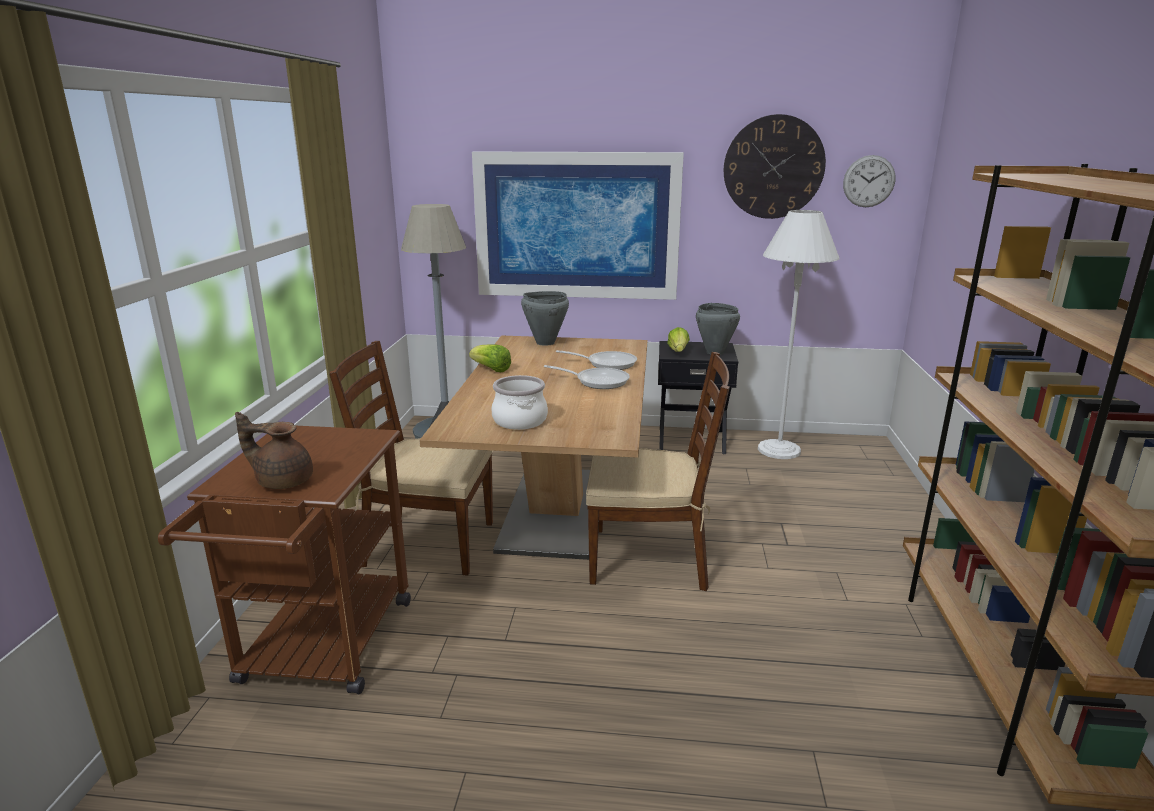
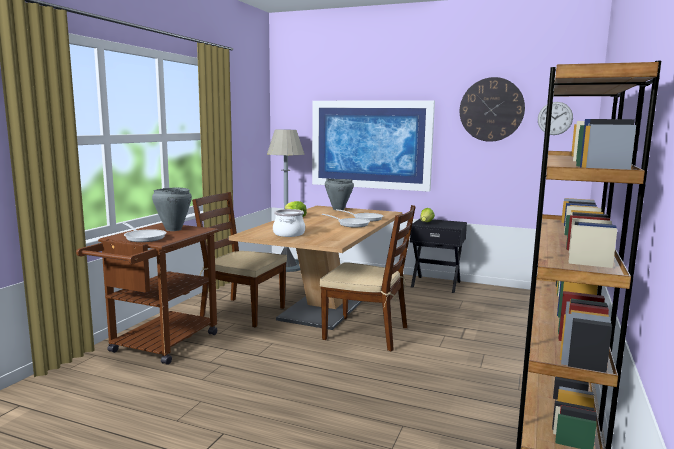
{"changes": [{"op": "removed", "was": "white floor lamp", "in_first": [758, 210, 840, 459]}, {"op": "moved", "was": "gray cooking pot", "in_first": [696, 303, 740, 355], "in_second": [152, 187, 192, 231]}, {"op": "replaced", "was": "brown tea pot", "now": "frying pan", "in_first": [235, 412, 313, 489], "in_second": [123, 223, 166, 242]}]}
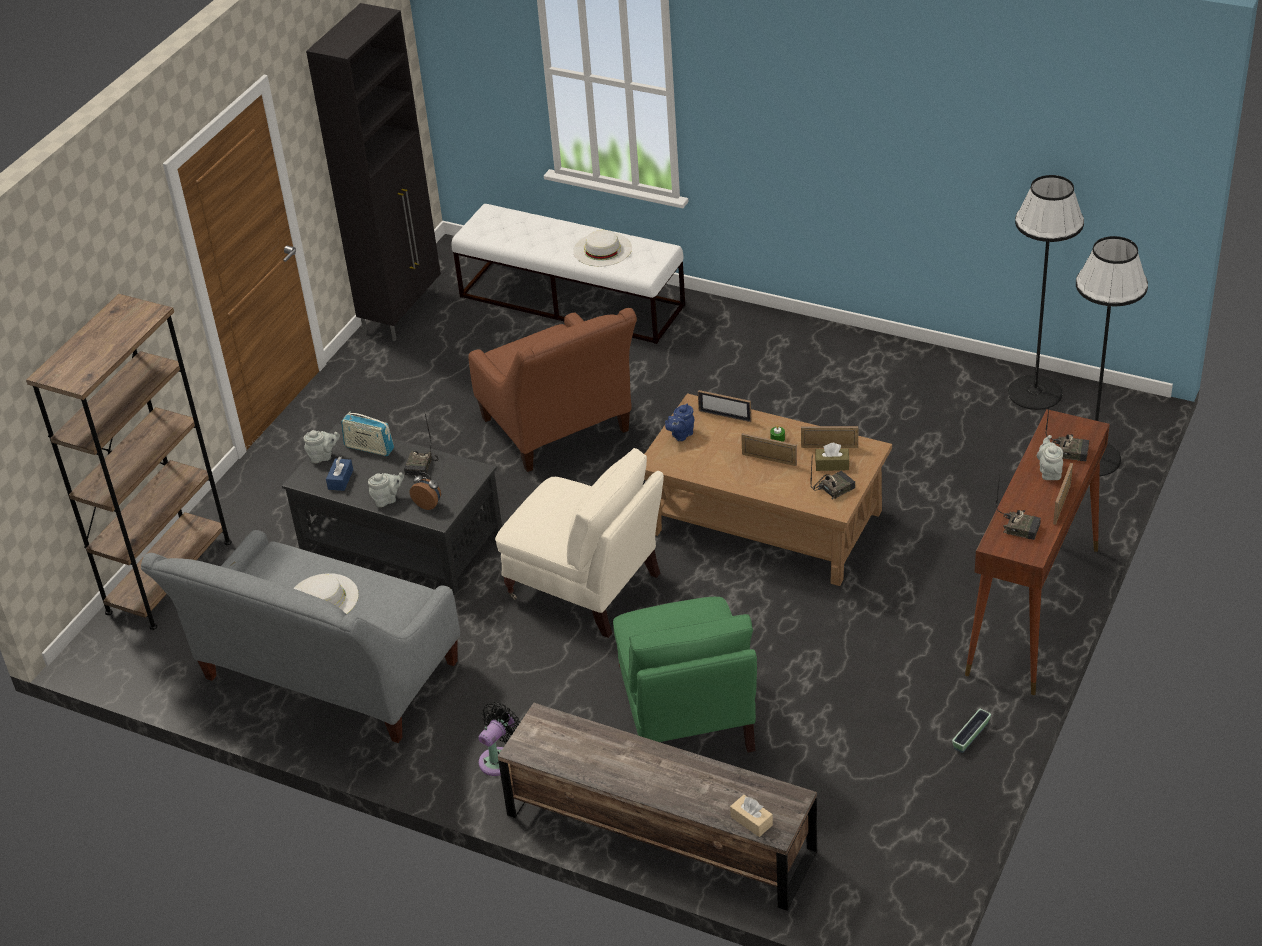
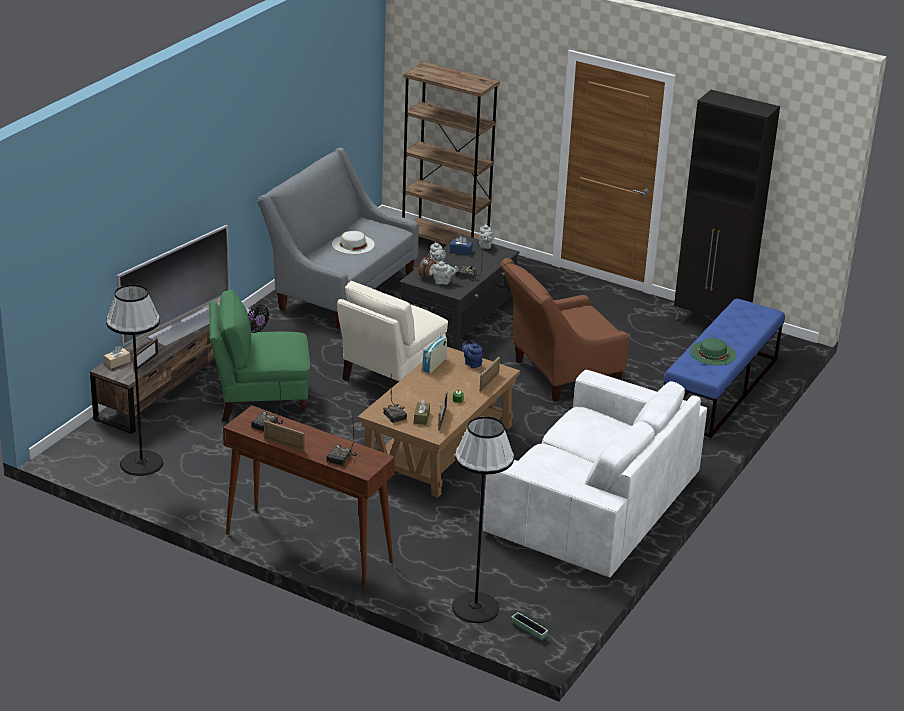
{"changes": [{"op": "moved", "was": "black-coloured floor lamp", "in_first": [1008, 175, 1084, 410], "in_second": [106, 284, 164, 476]}, {"op": "recoloured", "was": "white bench", "now": "blue-coloured bench", "in_first": [452, 204, 685, 344], "in_second": [664, 298, 785, 438]}, {"op": "recoloured", "was": "white clothing hat", "now": "greenish clothing hat", "in_first": [573, 230, 632, 267], "in_second": [689, 338, 736, 365]}, {"op": "moved", "was": "radio", "in_first": [341, 412, 394, 456], "in_second": [422, 333, 447, 373]}, {"op": "moved", "was": "picture frame", "in_first": [741, 433, 797, 466], "in_second": [133, 338, 159, 373]}, {"op": "moved", "was": "gray tea pot", "in_first": [1037, 435, 1063, 480], "in_second": [433, 261, 458, 284]}, {"op": "moved", "was": "plant pot", "in_first": [952, 709, 991, 753], "in_second": [512, 612, 548, 641]}, {"op": "added", "now": "television", "in_second": [117, 225, 230, 347]}, {"op": "added", "now": "white couch", "in_second": [483, 370, 707, 577]}]}
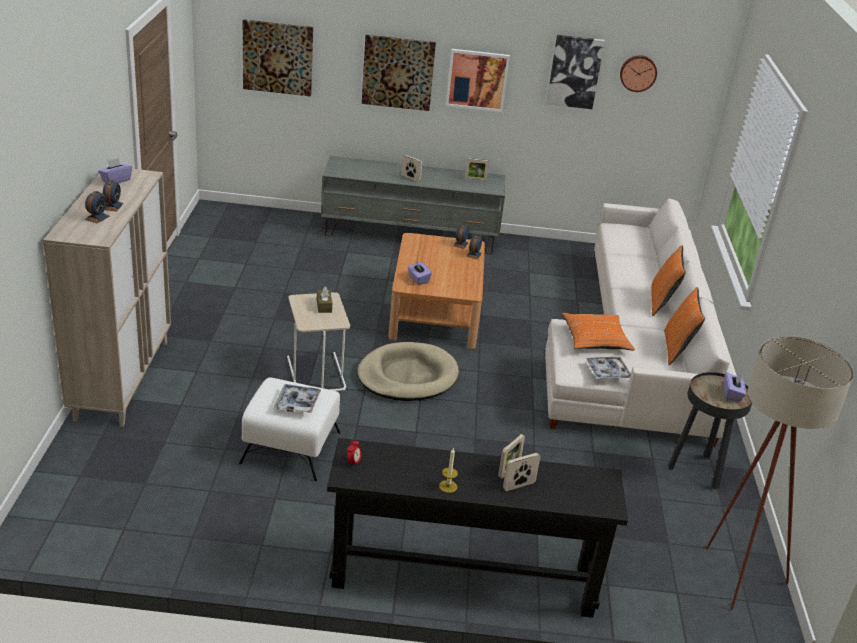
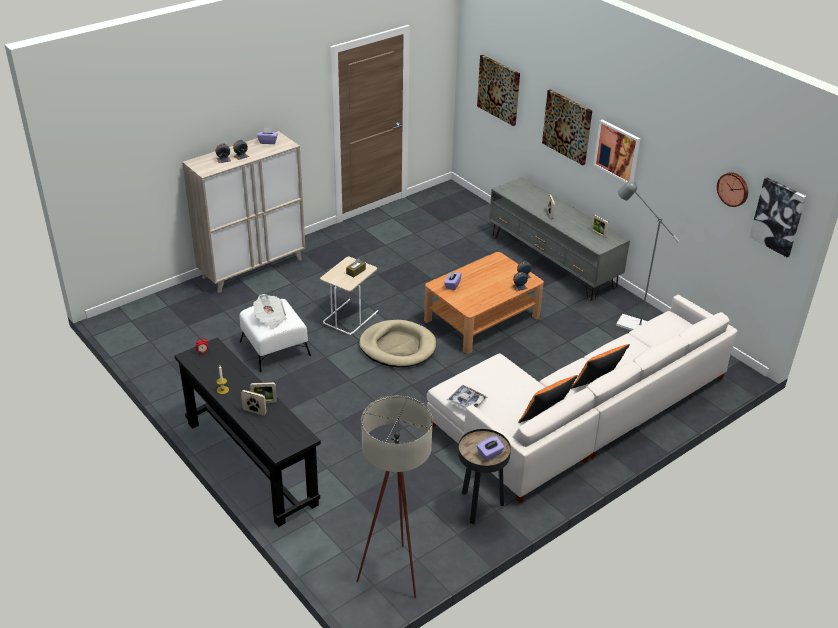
{"changes": [{"op": "moved", "was": "wall art", "in_first": [546, 35, 605, 109], "in_second": [749, 177, 807, 257]}, {"op": "removed", "was": "orange cushion", "in_first": [562, 313, 635, 350]}, {"op": "replaced", "was": "tray", "now": "newspaper", "in_first": [274, 384, 321, 413], "in_second": [253, 294, 287, 329]}, {"op": "added", "now": "gray floor lamp", "in_second": [616, 181, 679, 331]}]}
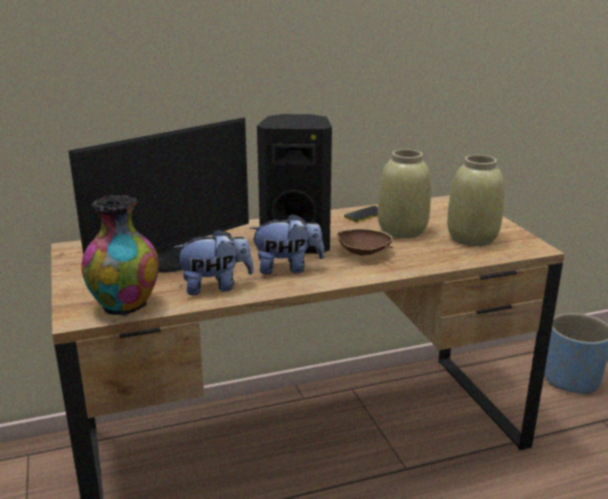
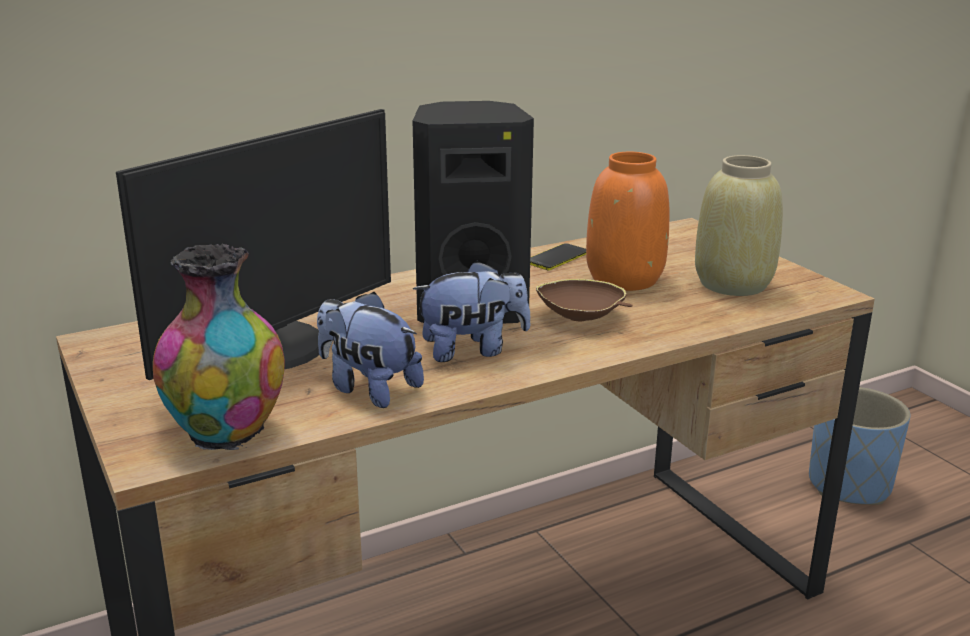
{"changes": [{"op": "recoloured", "was": "beige flower vase", "now": "orange flower vase", "in_first": [378, 149, 431, 238], "in_second": [586, 152, 669, 291]}, {"op": "turned", "was": "soft toy", "in_first": [173, 229, 254, 295], "in_second": [317, 292, 424, 408], "clockwise": -120}]}
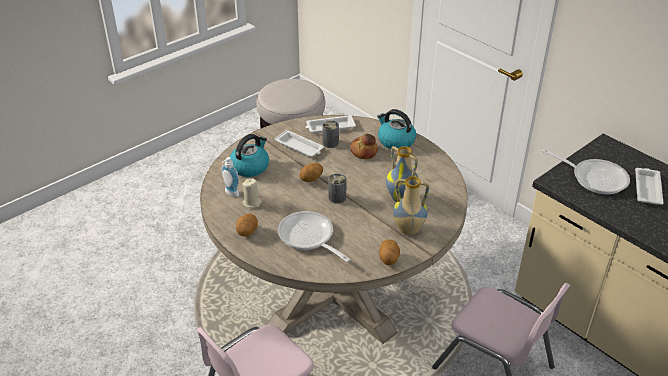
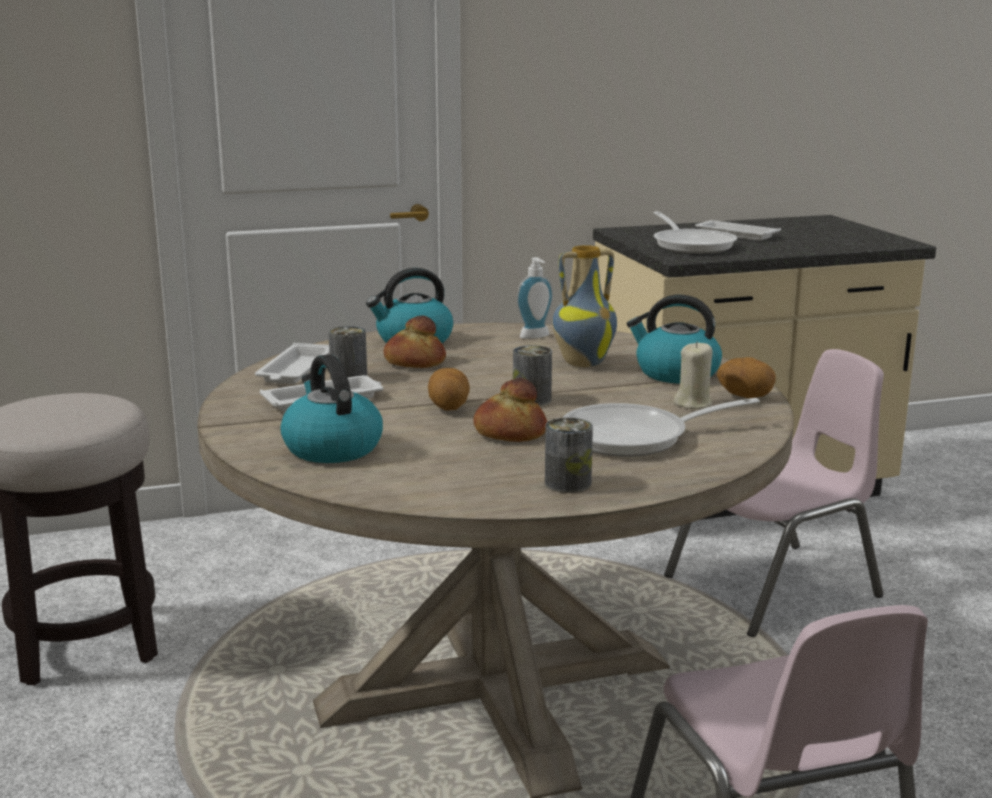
{"changes": [{"op": "turned", "was": "frying pan", "in_first": [542, 149, 630, 195], "in_second": [654, 211, 737, 254], "clockwise": 105}, {"op": "moved", "was": "liquid soap bottle", "in_first": [222, 157, 239, 197], "in_second": [516, 258, 554, 339]}, {"op": "replaced", "was": "flower vase", "now": "kettle", "in_first": [393, 176, 429, 235], "in_second": [627, 295, 722, 384]}, {"op": "moved", "was": "beige candle", "in_first": [242, 178, 262, 208], "in_second": [673, 342, 713, 409]}, {"op": "replaced", "was": "whole potato", "now": "sealed can", "in_first": [236, 213, 258, 237], "in_second": [545, 417, 593, 493]}, {"op": "added", "now": "bakery bread", "in_second": [473, 378, 547, 442]}]}
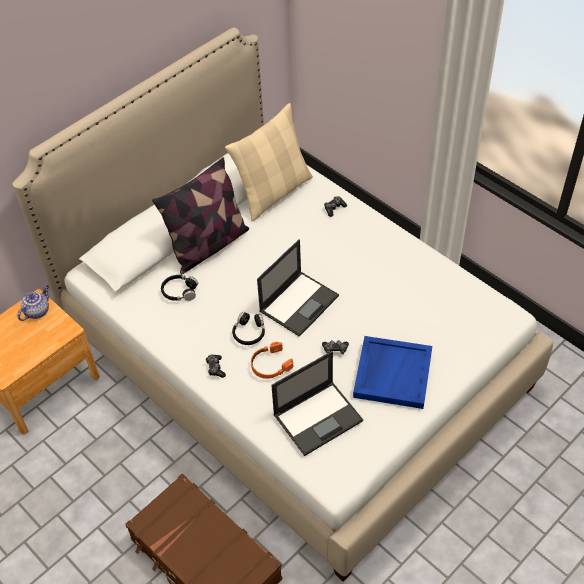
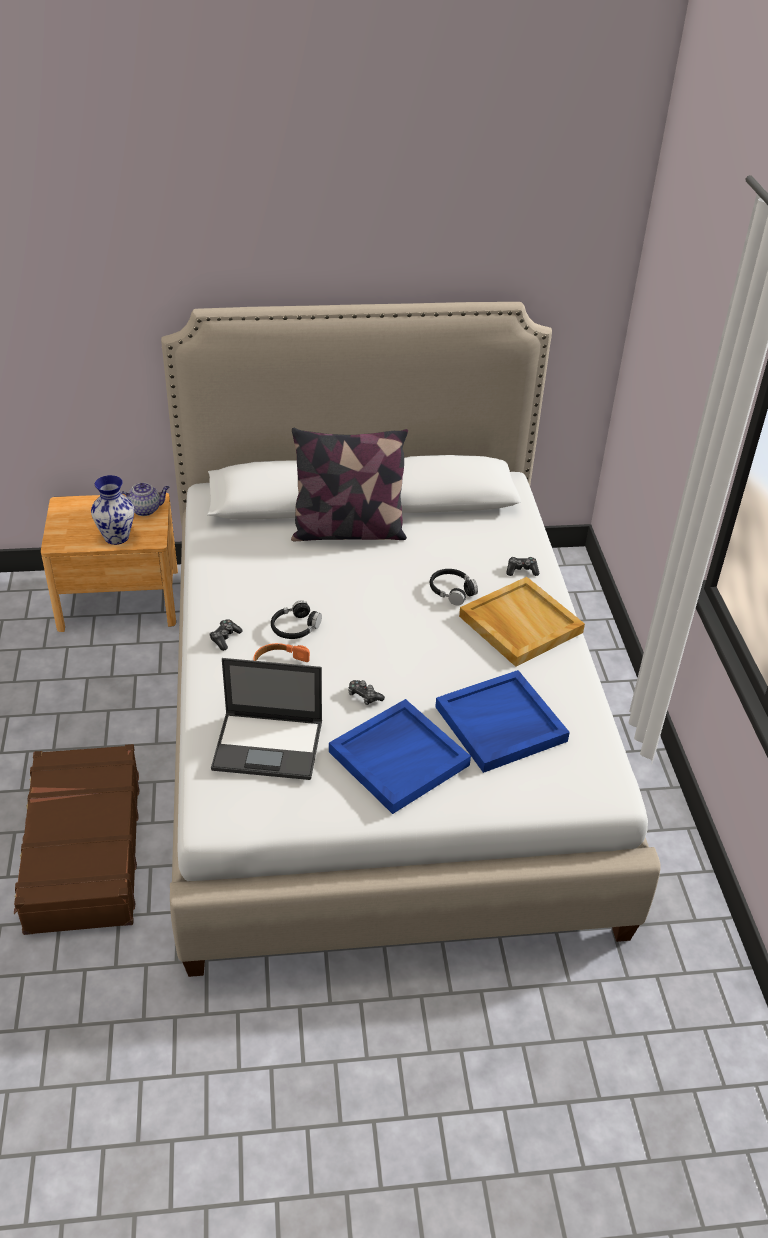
{"changes": [{"op": "removed", "was": "beige cushion", "in_first": [225, 103, 313, 221]}, {"op": "removed", "was": "laptop", "in_first": [257, 239, 339, 337]}, {"op": "moved", "was": "black-coloured headset", "in_first": [161, 275, 198, 301], "in_second": [430, 569, 478, 605]}, {"op": "added", "now": "flower vase", "in_second": [91, 475, 134, 545]}, {"op": "added", "now": "beige tray", "in_second": [459, 577, 585, 667]}, {"op": "added", "now": "blue-coloured tray", "in_second": [435, 670, 570, 773]}]}
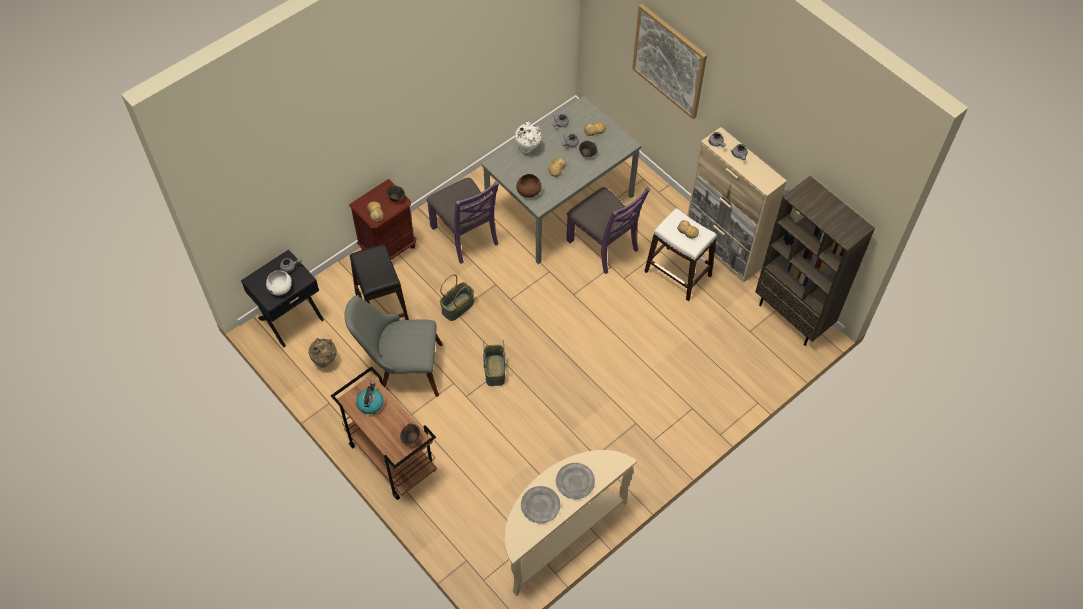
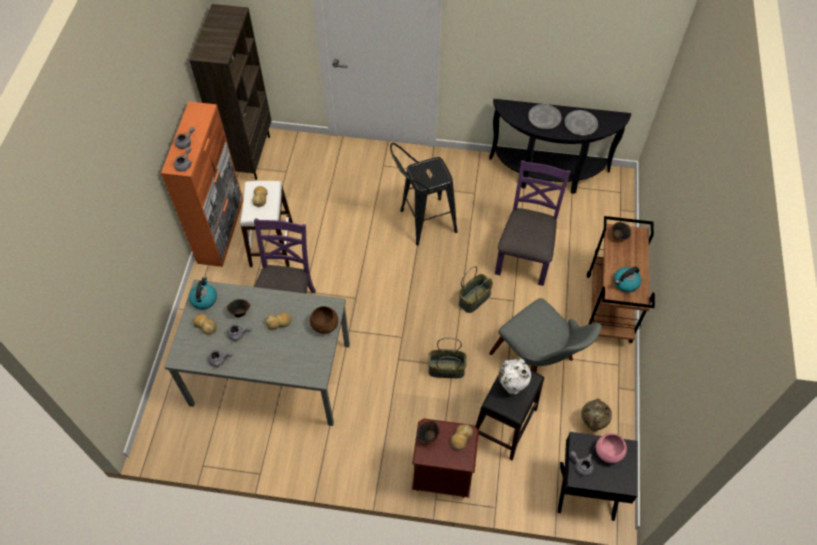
{"changes": [{"op": "removed", "was": "wall art", "in_first": [632, 4, 707, 119]}, {"op": "moved", "was": "white flower vase", "in_first": [515, 122, 542, 153], "in_second": [499, 359, 531, 394]}, {"op": "recoloured", "was": "beige storage cabinet", "now": "orange storage cabinet", "in_first": [687, 127, 787, 283], "in_second": [161, 101, 243, 267]}, {"op": "moved", "was": "purple chair", "in_first": [426, 178, 499, 264], "in_second": [495, 160, 570, 286]}, {"op": "recoloured", "was": "white deep dish", "now": "pinkish deep dish", "in_first": [266, 270, 292, 295], "in_second": [596, 433, 627, 463]}, {"op": "recoloured", "was": "beige narrow table", "now": "black-coloured narrow table", "in_first": [505, 450, 637, 596], "in_second": [489, 99, 631, 194]}, {"op": "added", "now": "black-coloured stool", "in_second": [390, 143, 458, 245]}, {"op": "added", "now": "kettle", "in_second": [189, 277, 217, 309]}]}
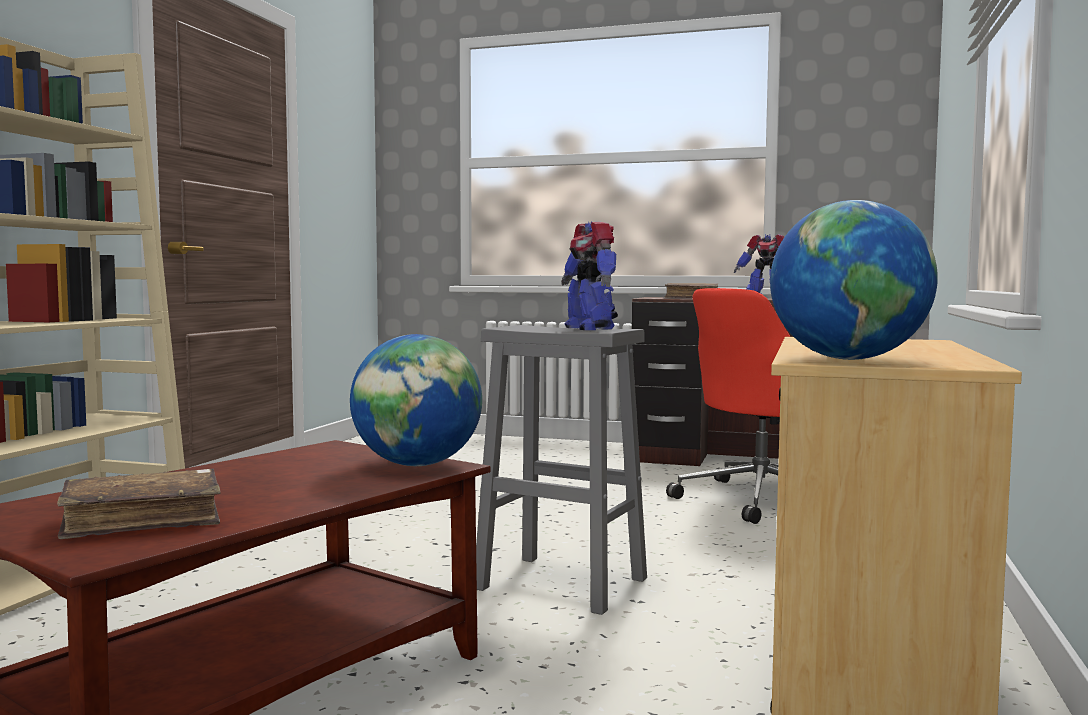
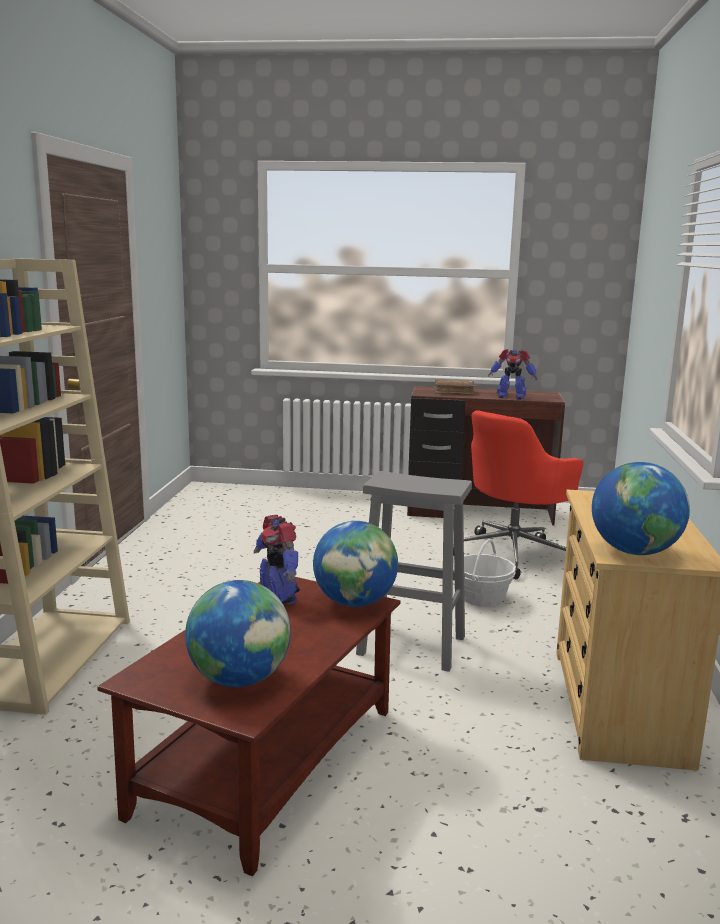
{"changes": [{"op": "moved", "was": "toy robot", "in_first": [561, 221, 618, 330], "in_second": [254, 515, 300, 604]}, {"op": "replaced", "was": "brown volume", "now": "desk globe", "in_first": [57, 469, 221, 539], "in_second": [185, 580, 291, 687]}, {"op": "added", "now": "storage basket", "in_second": [453, 539, 516, 607]}]}
